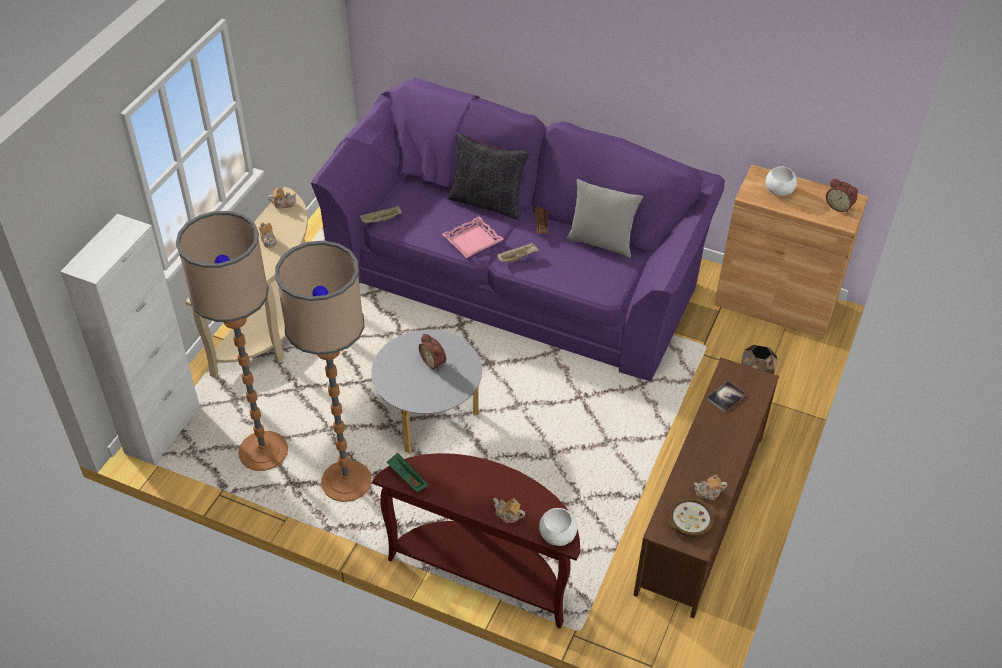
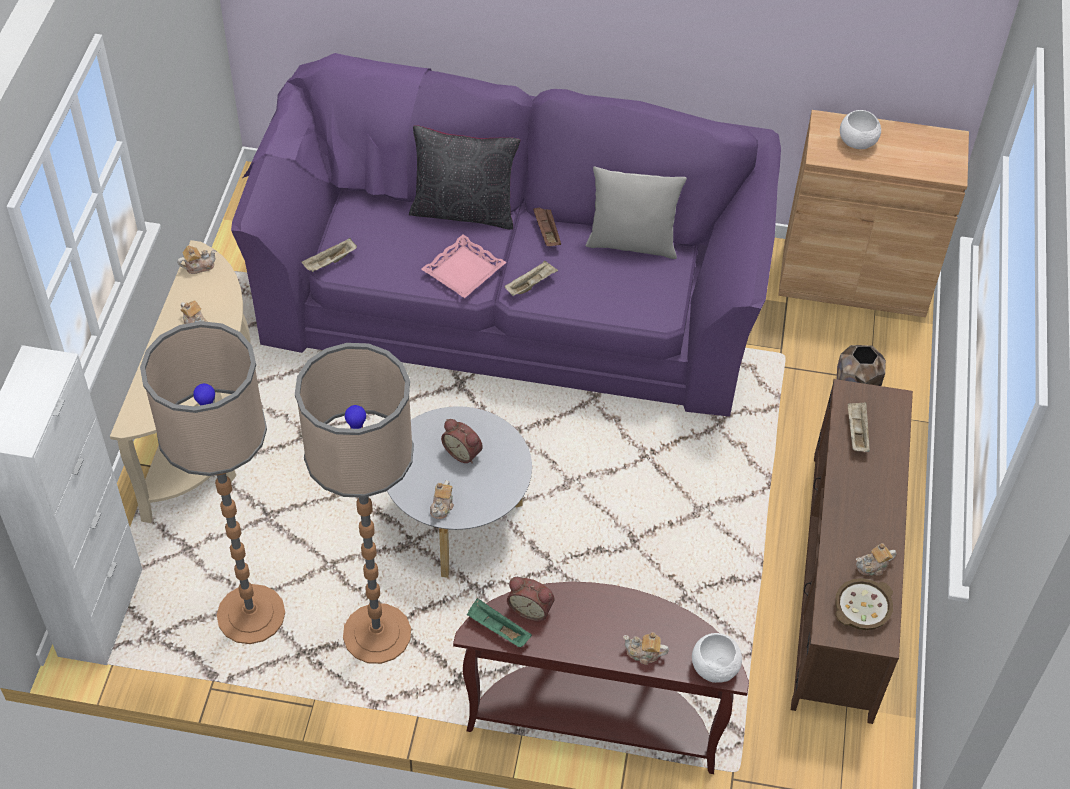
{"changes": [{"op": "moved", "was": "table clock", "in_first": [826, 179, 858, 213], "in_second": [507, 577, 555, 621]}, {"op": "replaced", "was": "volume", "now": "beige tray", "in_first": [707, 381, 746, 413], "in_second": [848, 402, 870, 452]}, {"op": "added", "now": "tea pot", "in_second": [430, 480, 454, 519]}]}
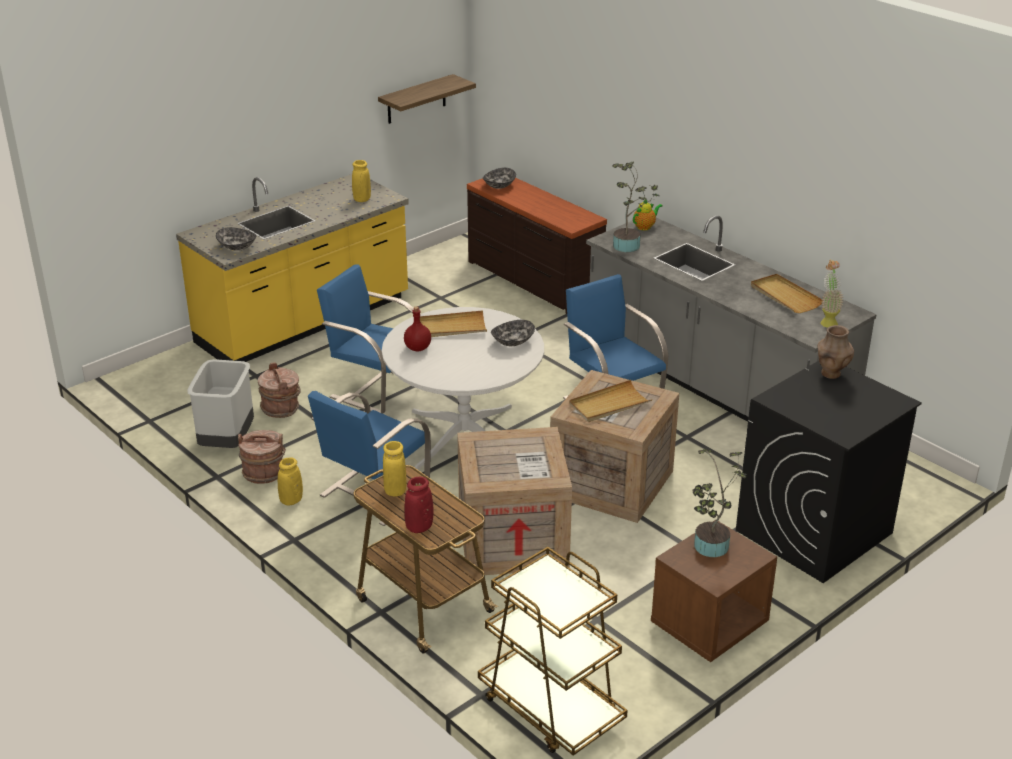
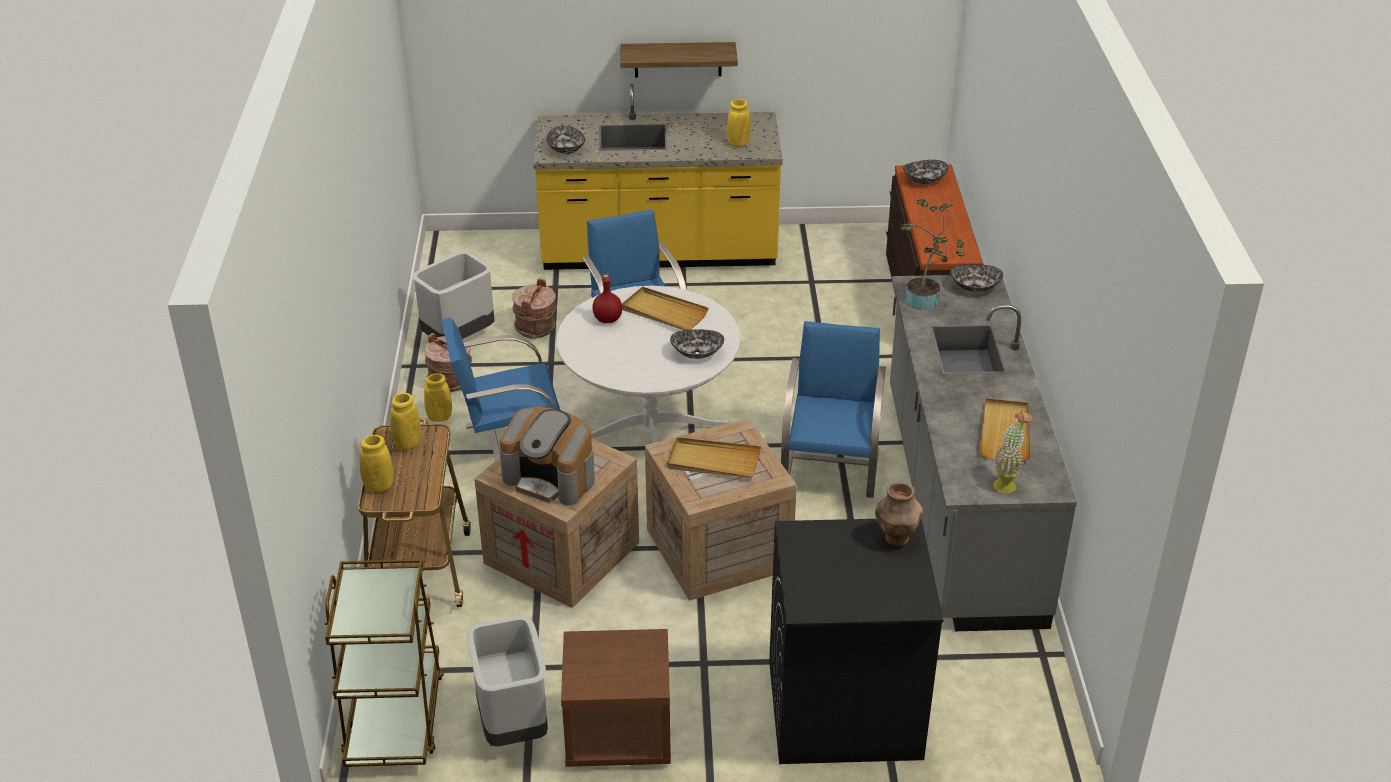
{"changes": [{"op": "moved", "was": "wall shelf", "in_first": [378, 74, 476, 124], "in_second": [620, 42, 738, 78]}, {"op": "replaced", "was": "tea pot", "now": "deep dish", "in_first": [633, 199, 663, 231], "in_second": [950, 264, 1003, 292]}, {"op": "removed", "was": "houseplant", "in_first": [693, 449, 747, 557]}, {"op": "recoloured", "was": "red-coloured flower vase", "now": "yellow flower vase", "in_first": [404, 477, 434, 533], "in_second": [359, 435, 393, 492]}, {"op": "added", "now": "coffee machine", "in_second": [499, 407, 595, 506]}, {"op": "added", "now": "gray waste bin", "in_second": [467, 616, 548, 746]}]}
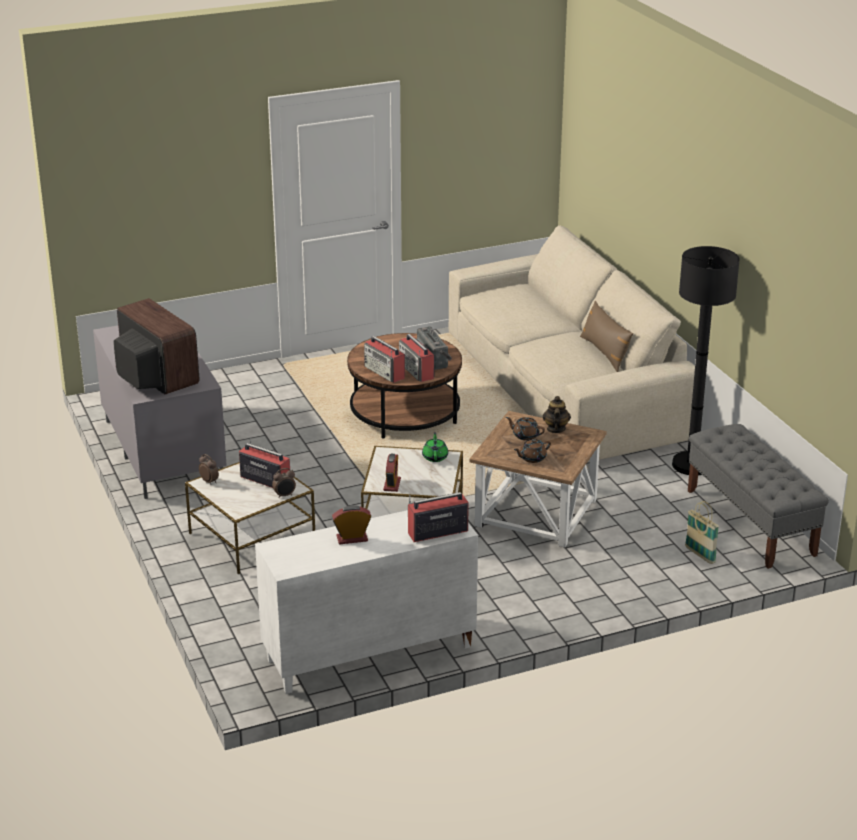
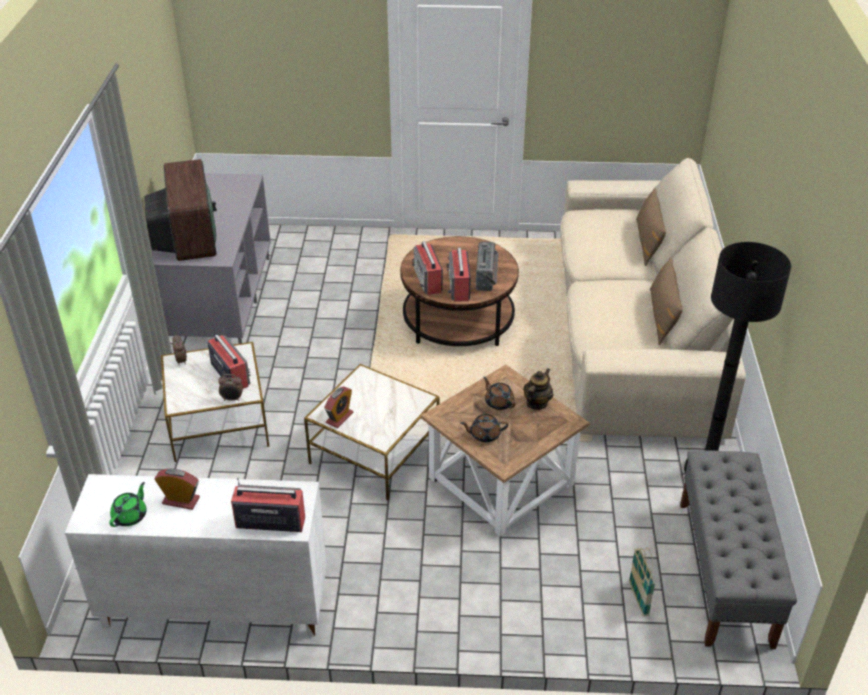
{"changes": [{"op": "moved", "was": "greenish tea pot", "in_first": [422, 432, 448, 462], "in_second": [109, 482, 147, 527]}, {"op": "added", "now": "brown cushion", "in_second": [636, 188, 666, 266]}]}
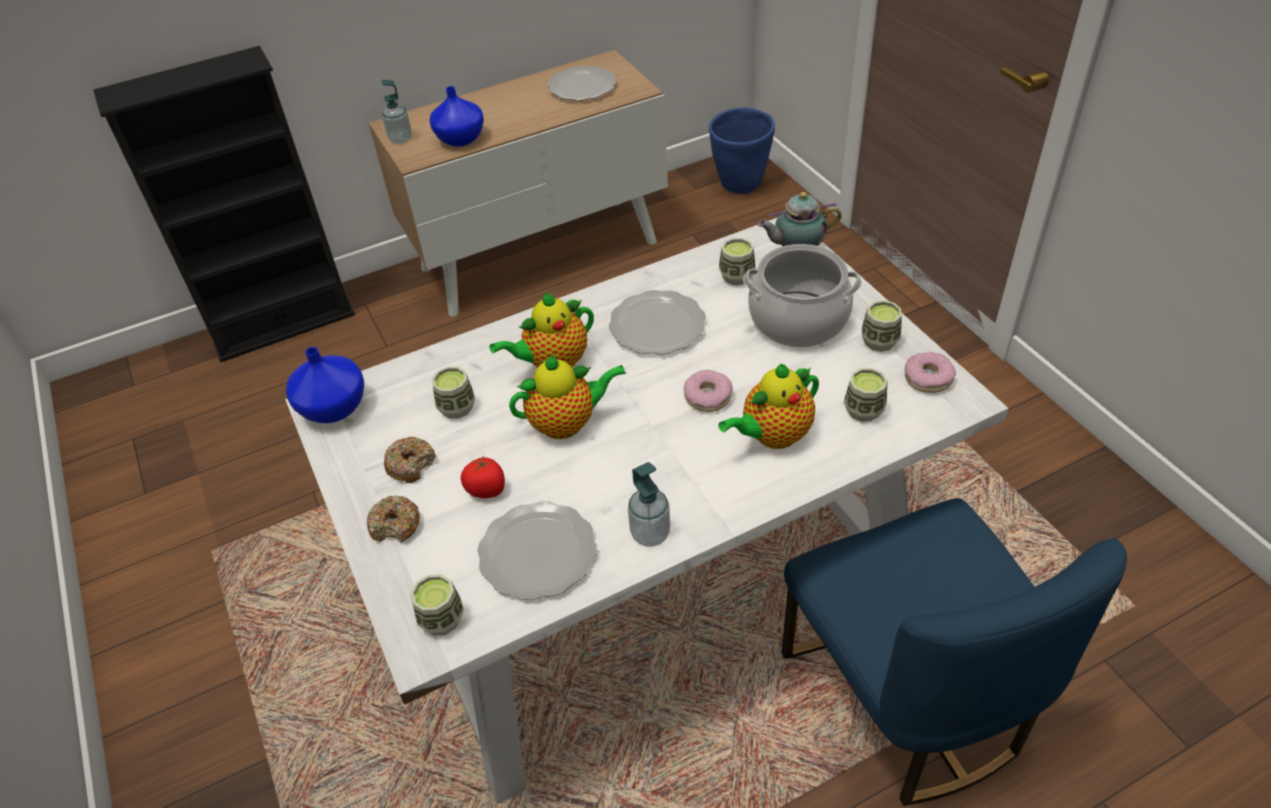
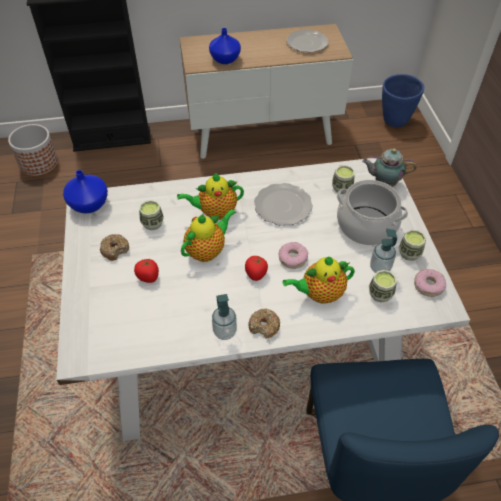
{"changes": [{"op": "moved", "was": "liquid soap bottle", "in_first": [382, 80, 412, 144], "in_second": [370, 229, 397, 273]}, {"op": "turned", "was": "tea pot", "in_first": [509, 354, 626, 439], "in_second": [181, 209, 236, 262], "clockwise": -45}, {"op": "moved", "was": "donut", "in_first": [367, 495, 420, 542], "in_second": [248, 309, 280, 339]}, {"op": "removed", "was": "plate", "in_first": [477, 501, 597, 600]}, {"op": "removed", "was": "cup", "in_first": [410, 574, 464, 635]}, {"op": "added", "now": "plant pot", "in_second": [8, 124, 58, 176]}, {"op": "added", "now": "fresh tomato", "in_second": [245, 256, 268, 281]}]}
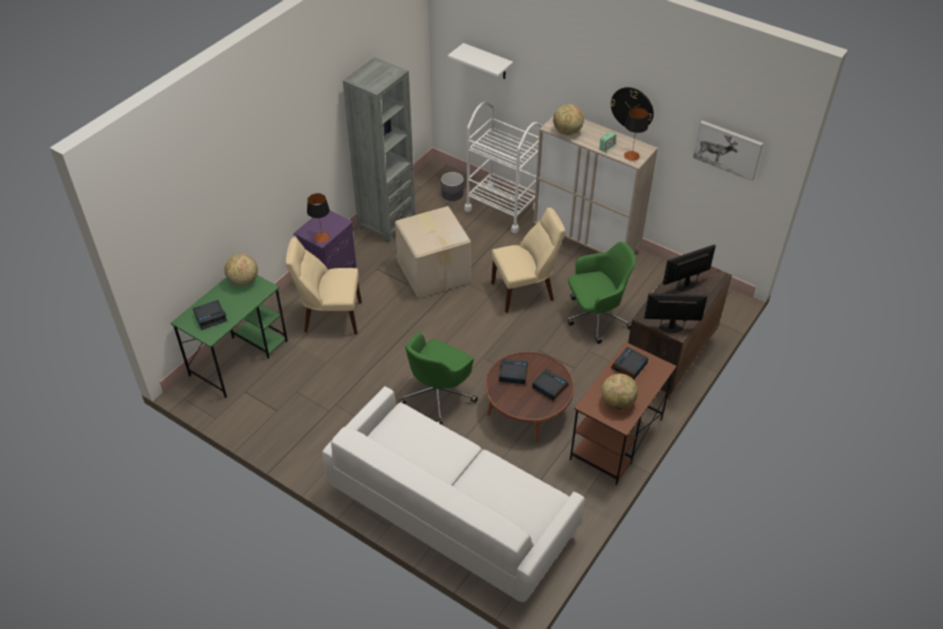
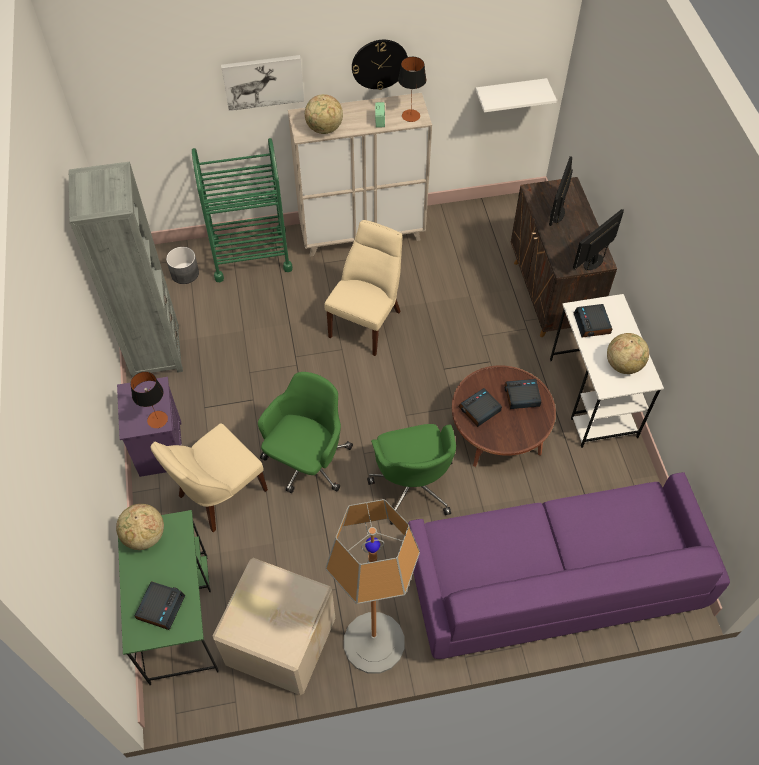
{"changes": [{"op": "moved", "was": "white wall shelf", "in_first": [448, 43, 513, 79], "in_second": [476, 78, 557, 112]}, {"op": "recoloured", "was": "white cart", "now": "greenish cart", "in_first": [464, 102, 543, 233], "in_second": [192, 138, 293, 282]}, {"op": "moved", "was": "wall art", "in_first": [693, 121, 763, 181], "in_second": [221, 55, 304, 111]}, {"op": "moved", "was": "carton", "in_first": [395, 206, 471, 298], "in_second": [213, 558, 335, 695]}, {"op": "moved", "was": "greenish computer chair", "in_first": [568, 242, 636, 344], "in_second": [258, 372, 353, 493]}, {"op": "recoloured", "was": "brown desk table", "now": "white desk table", "in_first": [570, 342, 676, 485], "in_second": [550, 294, 664, 448]}, {"op": "recoloured", "was": "white couch", "now": "purple couch", "in_first": [322, 386, 585, 602], "in_second": [408, 472, 730, 659]}, {"op": "added", "now": "floor lamp", "in_second": [325, 499, 420, 674]}]}
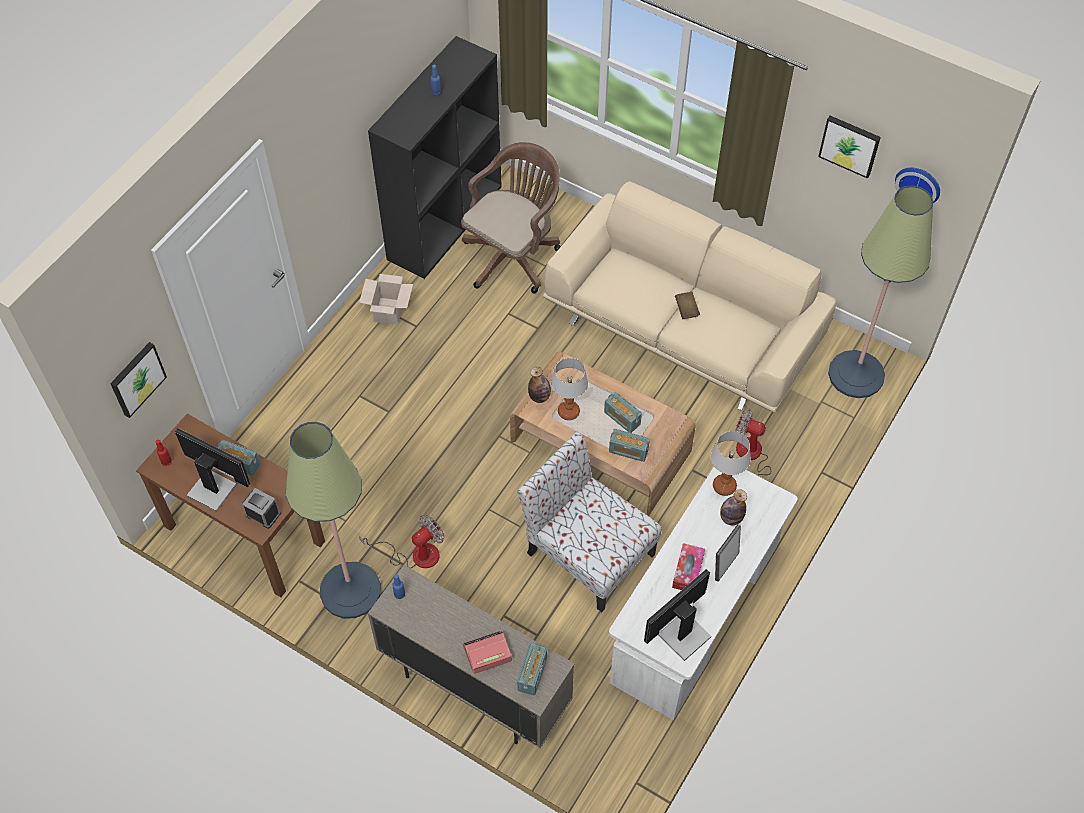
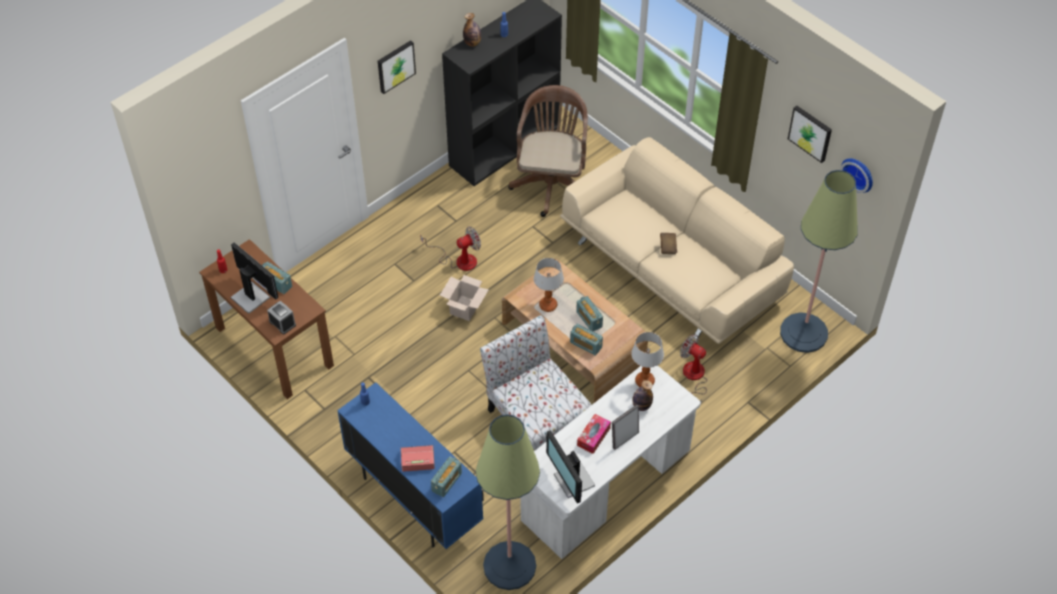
{"changes": [{"op": "turned", "was": "brown computer chair", "in_first": [461, 142, 561, 293], "in_second": [508, 85, 588, 217], "clockwise": -45}, {"op": "moved", "was": "carton", "in_first": [359, 274, 413, 325], "in_second": [440, 275, 489, 321]}, {"op": "moved", "was": "wall art", "in_first": [110, 342, 167, 418], "in_second": [378, 40, 416, 94]}, {"op": "moved", "was": "beverage bottle", "in_first": [528, 367, 551, 403], "in_second": [463, 13, 481, 47]}, {"op": "moved", "was": "floor lamp", "in_first": [286, 422, 381, 619], "in_second": [476, 414, 540, 590]}, {"op": "moved", "was": "electric fan", "in_first": [359, 515, 444, 568], "in_second": [420, 226, 481, 271]}, {"op": "recoloured", "was": "beige storage cabinet", "now": "blue-coloured storage cabinet", "in_first": [368, 565, 575, 748], "in_second": [337, 382, 484, 549]}, {"op": "turned", "was": "computer screen", "in_first": [644, 569, 711, 661], "in_second": [546, 430, 595, 504], "clockwise": -90}]}
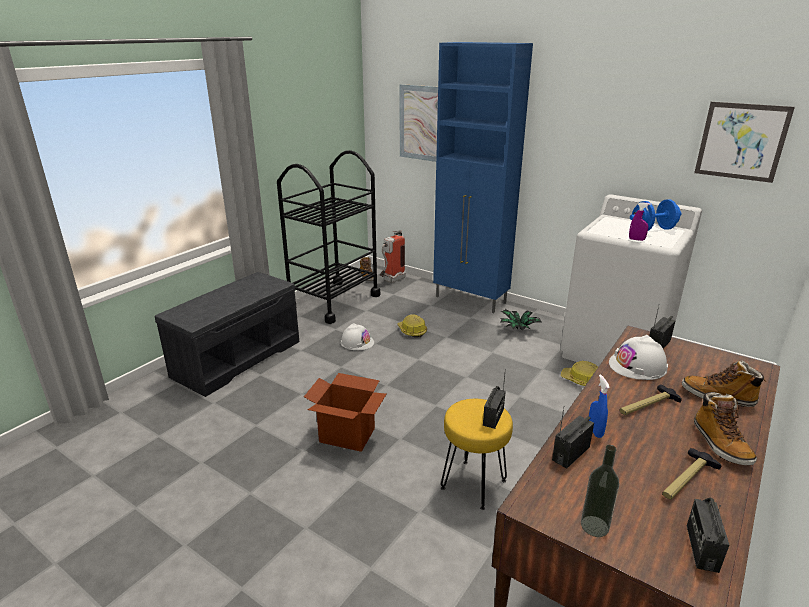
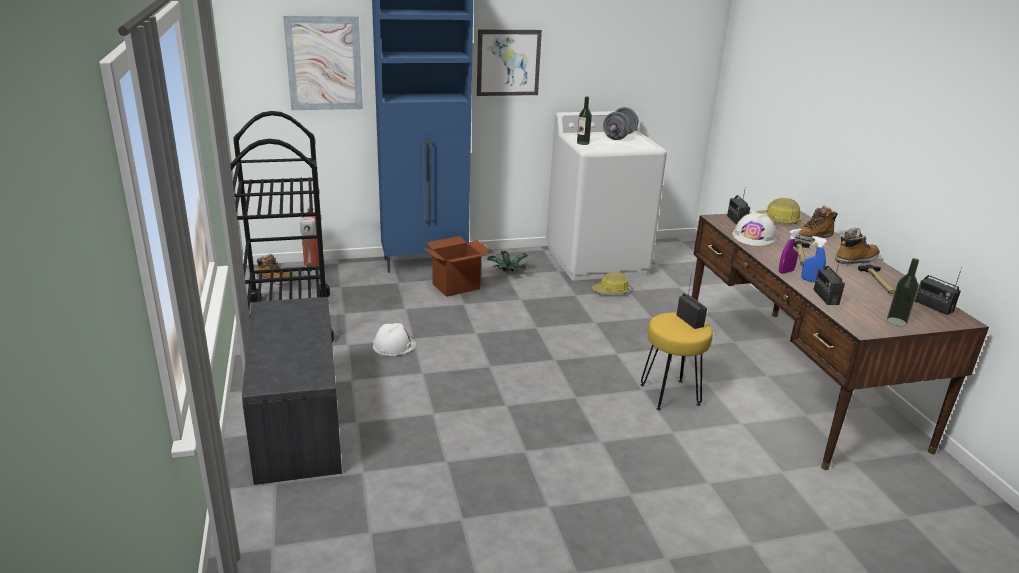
{"changes": [{"op": "moved", "was": "wall art", "in_first": [694, 102, 795, 183], "in_second": [477, 29, 542, 96]}, {"op": "recoloured", "was": "blue-coloured dumbbell", "now": "gray dumbbell", "in_first": [630, 199, 682, 231], "in_second": [603, 107, 638, 140]}, {"op": "moved", "was": "purple sprayer", "in_first": [629, 202, 651, 241], "in_second": [779, 229, 802, 273]}, {"op": "moved", "was": "hard hat", "in_first": [397, 314, 427, 338], "in_second": [756, 198, 802, 224]}, {"op": "moved", "was": "carton", "in_first": [304, 373, 386, 452], "in_second": [424, 236, 491, 297]}, {"op": "turned", "was": "high-top boot", "in_first": [694, 392, 757, 465], "in_second": [835, 228, 880, 264], "clockwise": -60}, {"op": "added", "now": "beverage bottle", "in_second": [577, 97, 592, 145]}]}
